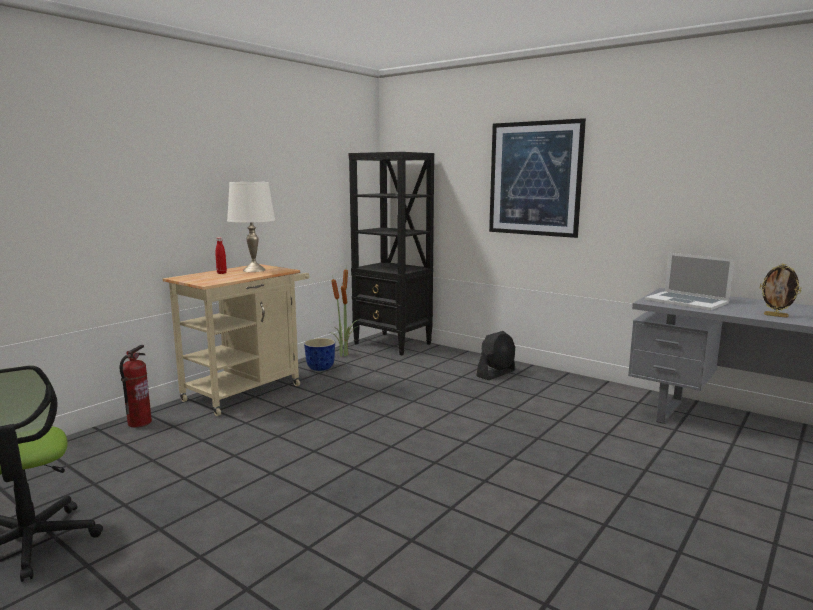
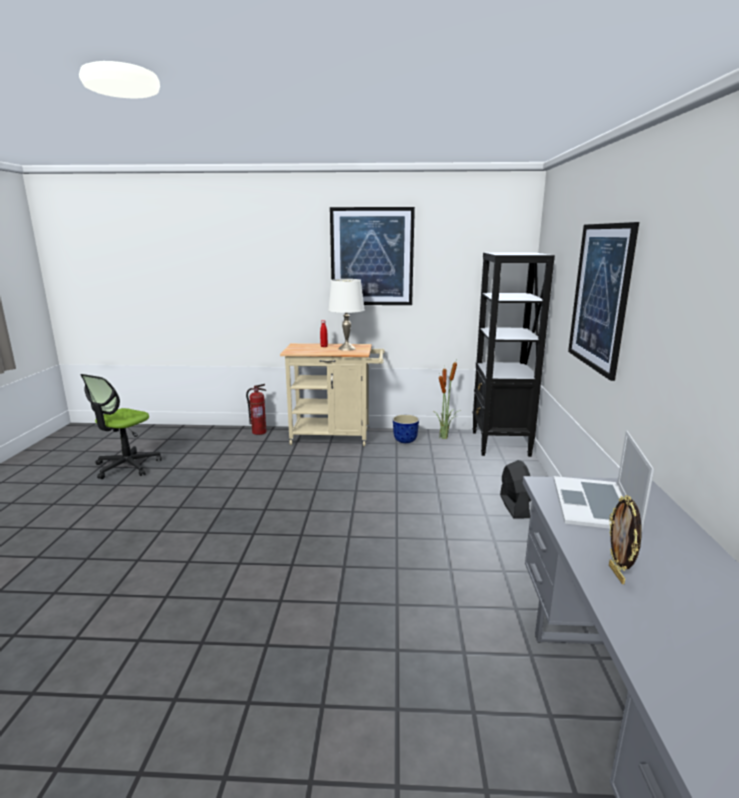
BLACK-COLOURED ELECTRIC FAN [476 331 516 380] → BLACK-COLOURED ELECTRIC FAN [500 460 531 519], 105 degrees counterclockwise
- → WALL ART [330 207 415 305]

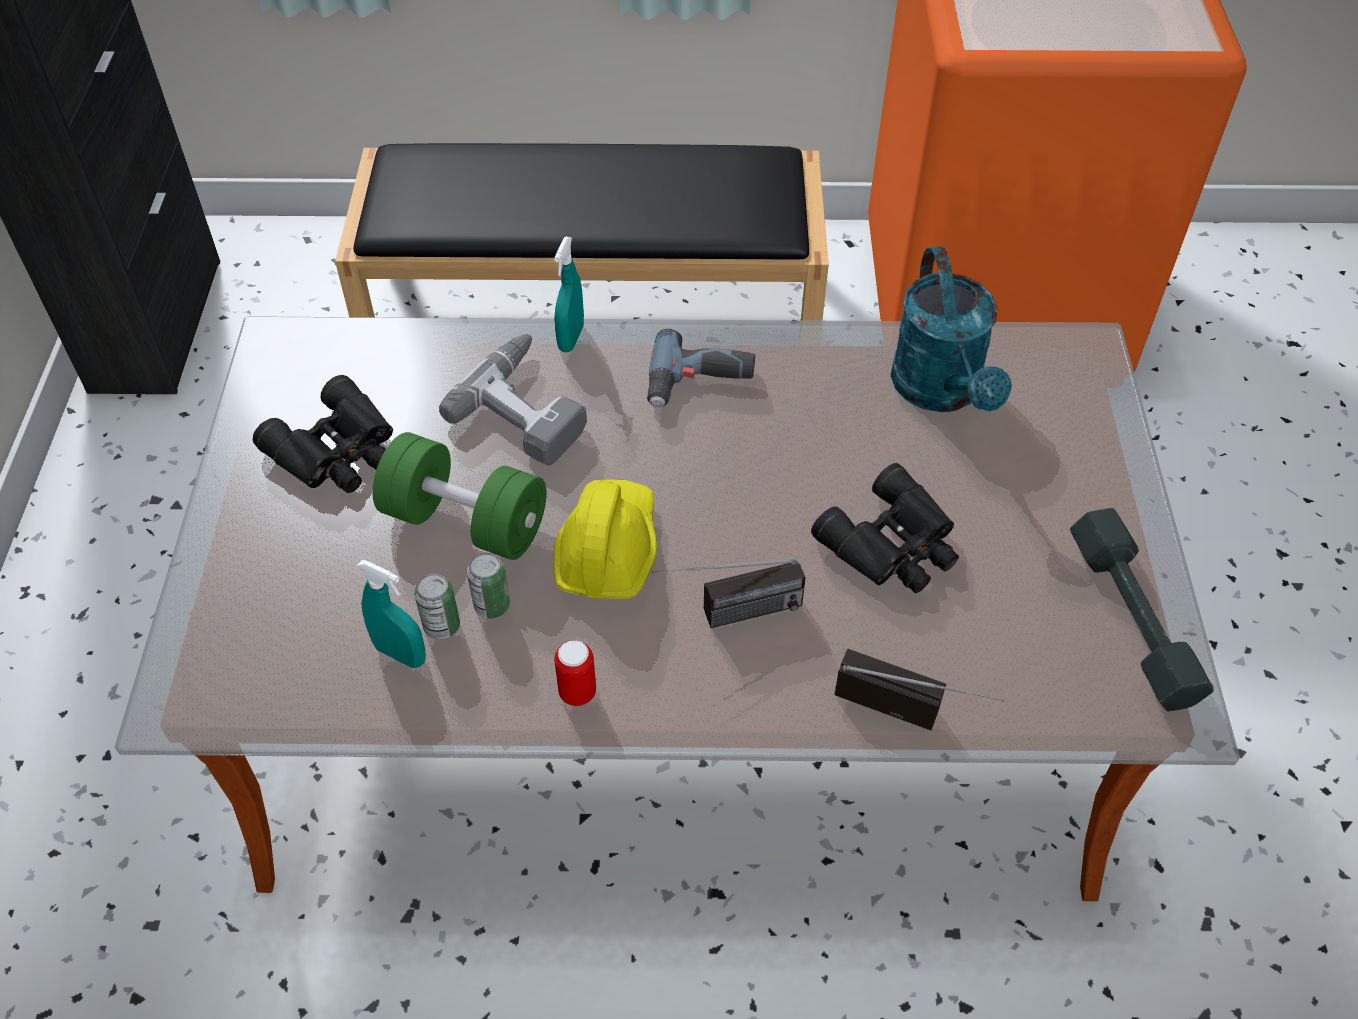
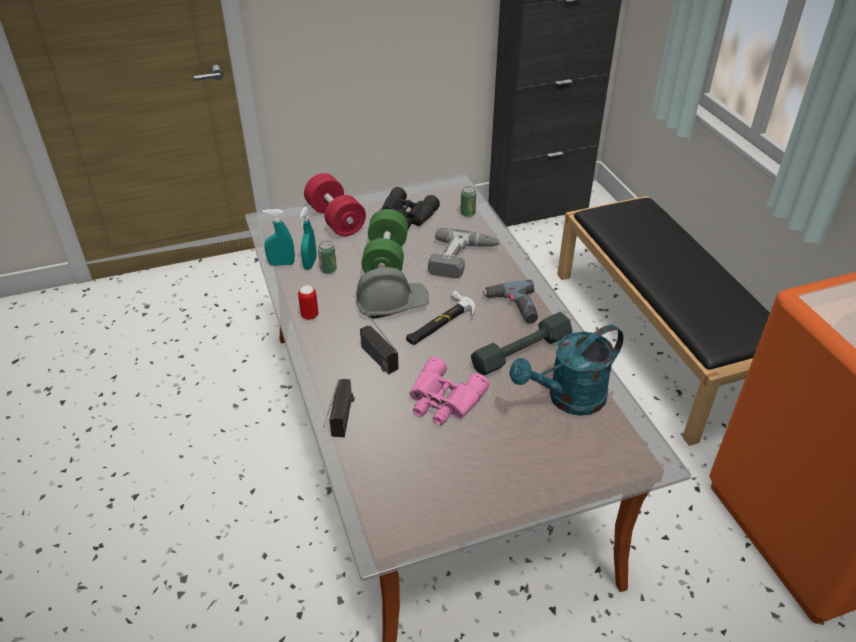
BLUE-GREEN SPRAY BOTTLE [554 237 584 352] → BLUE-GREEN SPRAY BOTTLE [262 209 295 266], relocated
BLACK-COLOURED BINOCULARS [811 463 959 593] → PINK BINOCULARS [409 357 489 426]
YELLOWISH HARD HAT [554 479 657 599] → GRAY HARD HAT [356 267 429 319]
GRAY FREE WEIGHT [1070 508 1214 711] → GRAY FREE WEIGHT [471 312 573 376], relocated
CAN [467 552 510 619] → CAN [460 186 476 217], relocated
- → RED-COLOURED FREE WEIGHT [304 173 366 236]
- → HAND HAMMER [406 291 475 345]

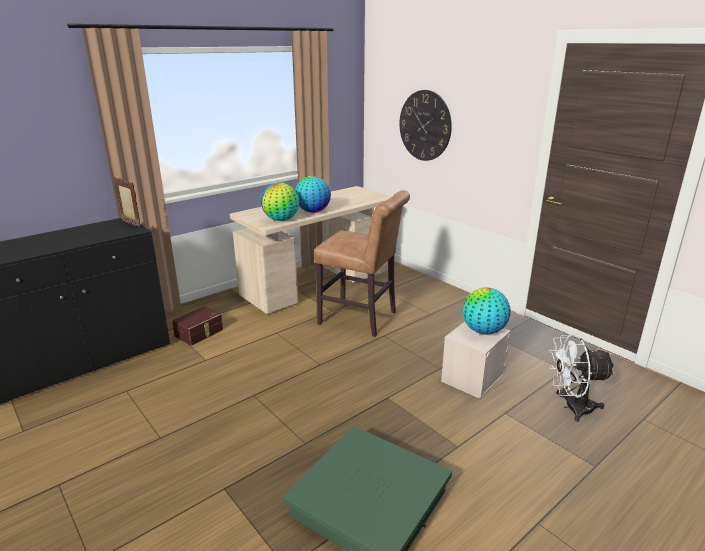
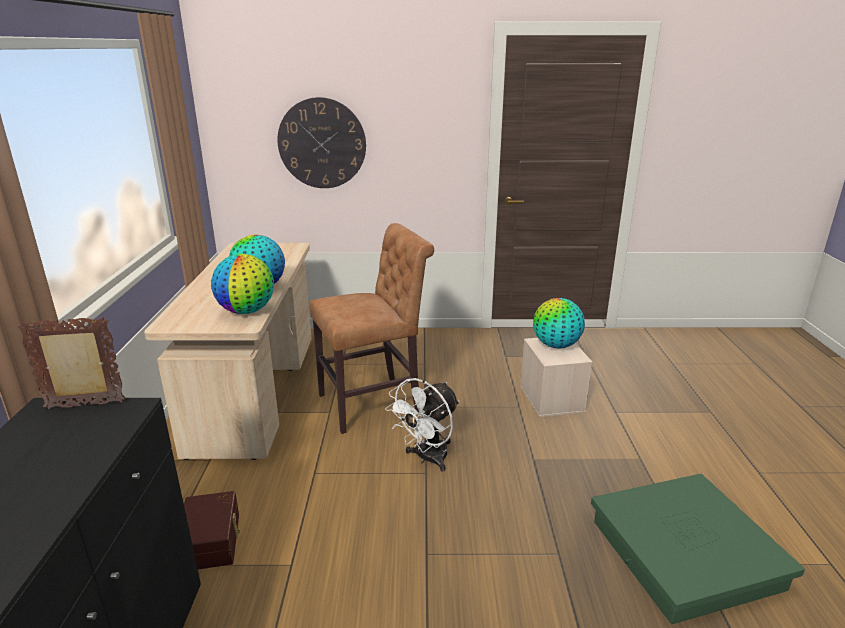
WHITE-COLOURED ELECTRIC FAN [549 334 615 422] → WHITE-COLOURED ELECTRIC FAN [385 378 459 471], relocated

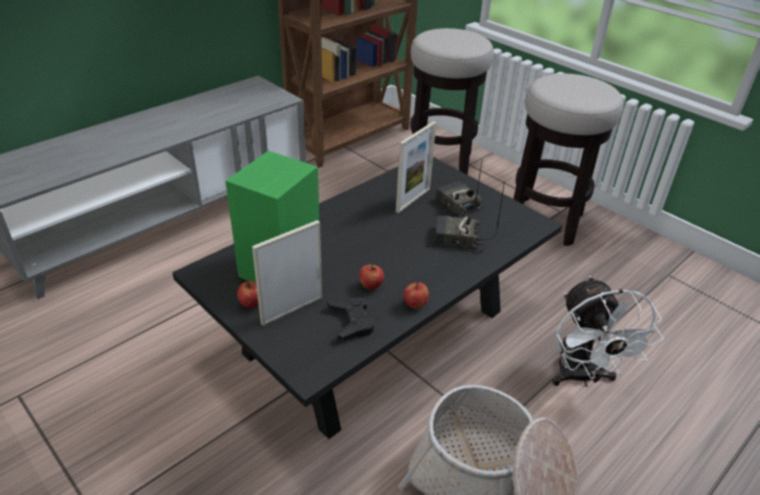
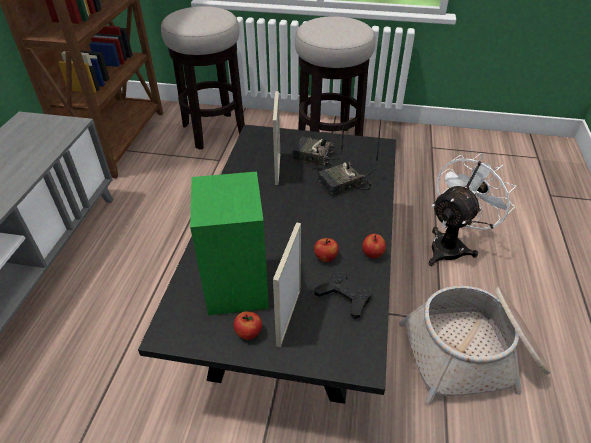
WHITE-COLOURED ELECTRIC FAN [552 276 664 387] → WHITE-COLOURED ELECTRIC FAN [428 153 517 266], 90 degrees counterclockwise

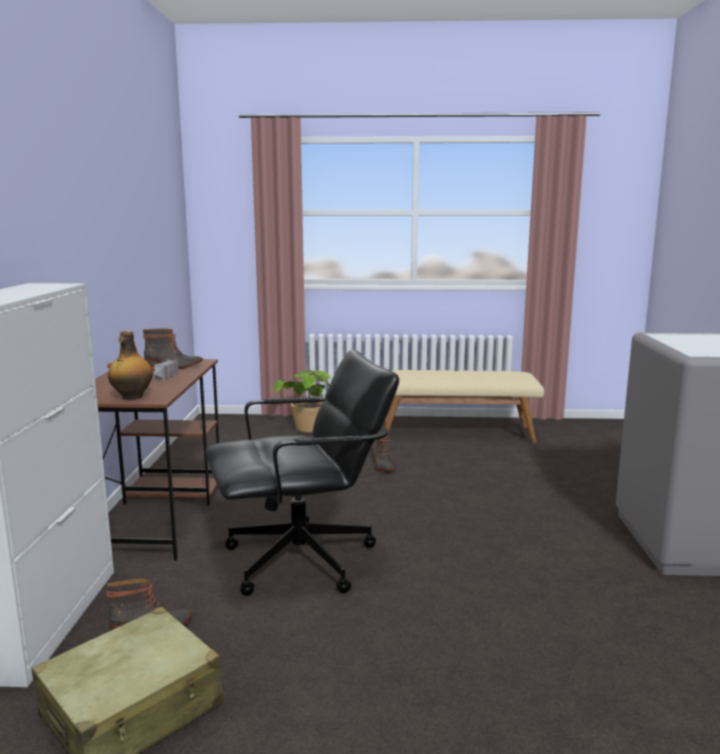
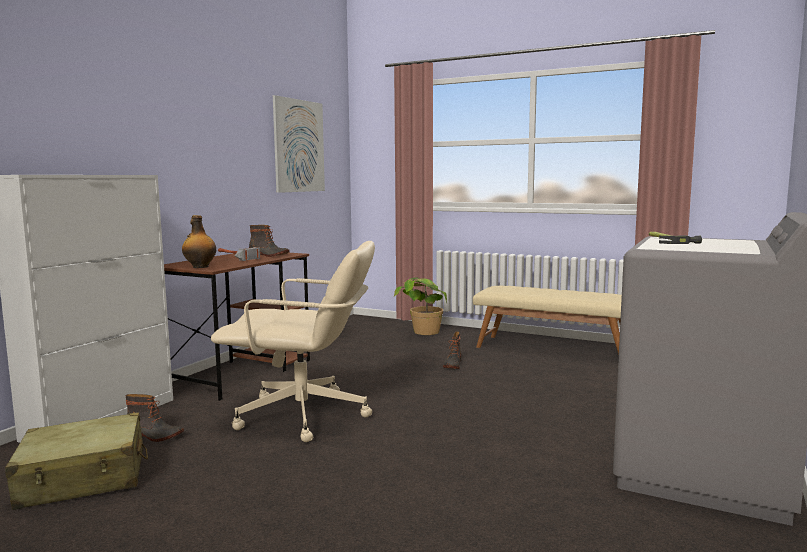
BLACK-COLOURED OFFICE CHAIR [205 349 399 596] → BEIGE OFFICE CHAIR [211 241 375 442]
- → WALL ART [273 95 325 193]
- → HAND HAMMER [649 232 702 244]

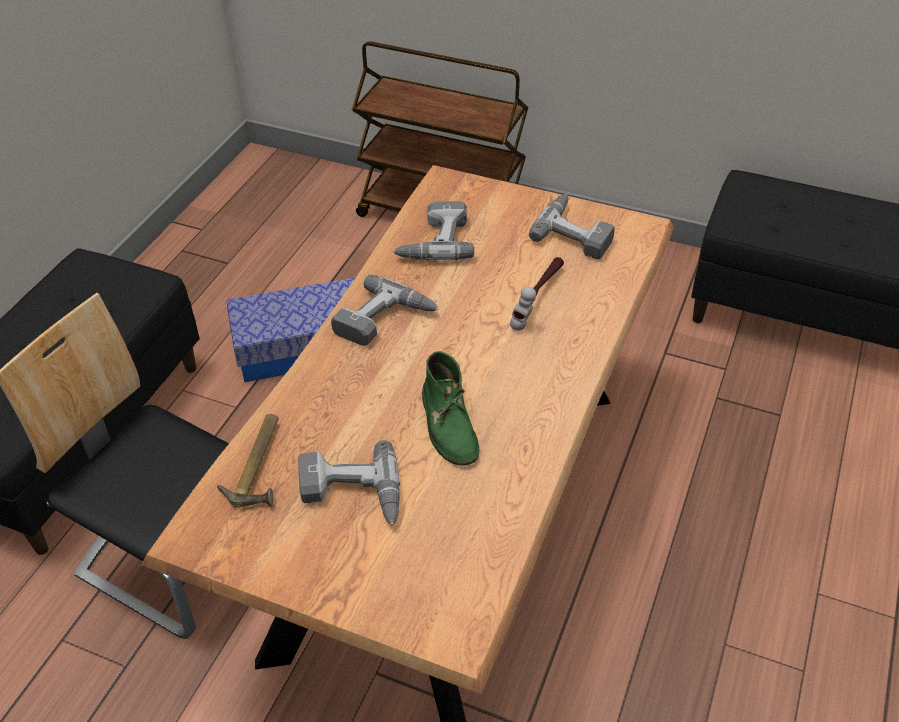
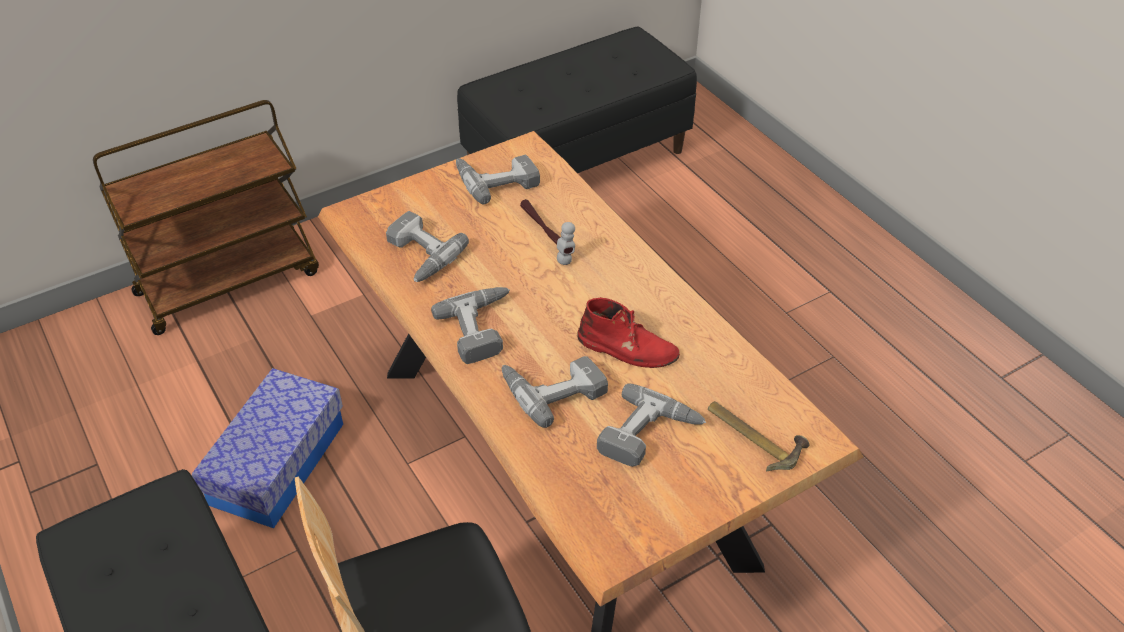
GREEN TALL BOOT [422 351 479 466] → RED-COLOURED TALL BOOT [577 297 680 368]
HAND HAMMER [217 414 279 508] → HAND HAMMER [708 401 809 471], relocated
- → DRILL [502 356 608 428]

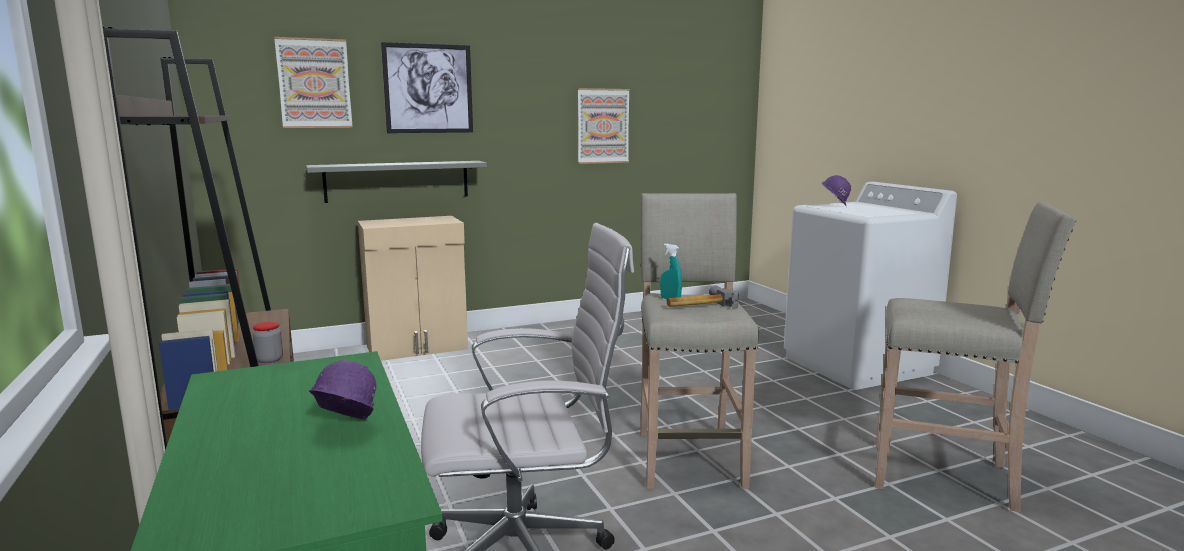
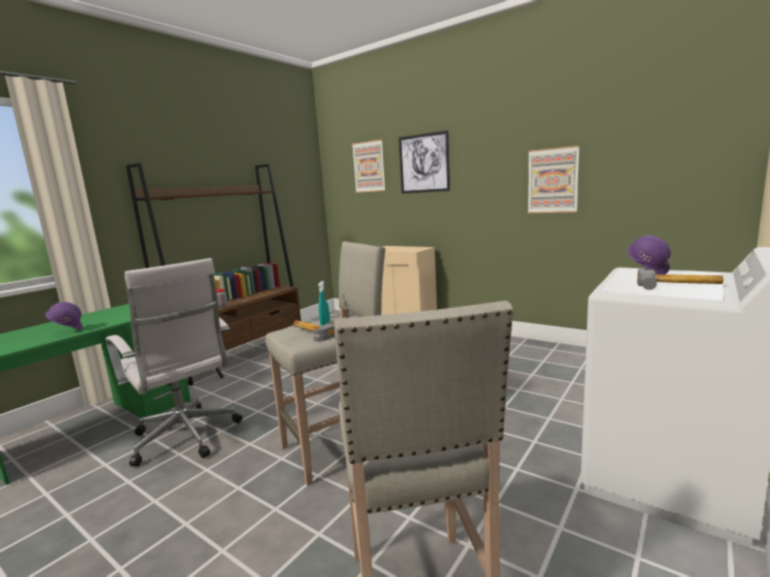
GRAY WALL SHELF [306 161 487 203] → -
- → HAND HAMMER [637 268 723 290]

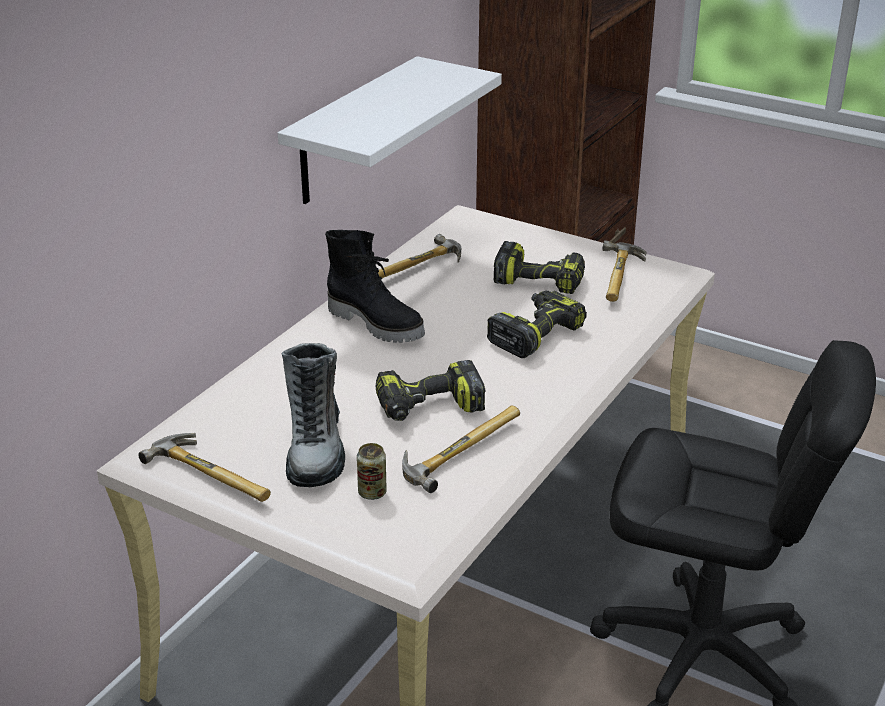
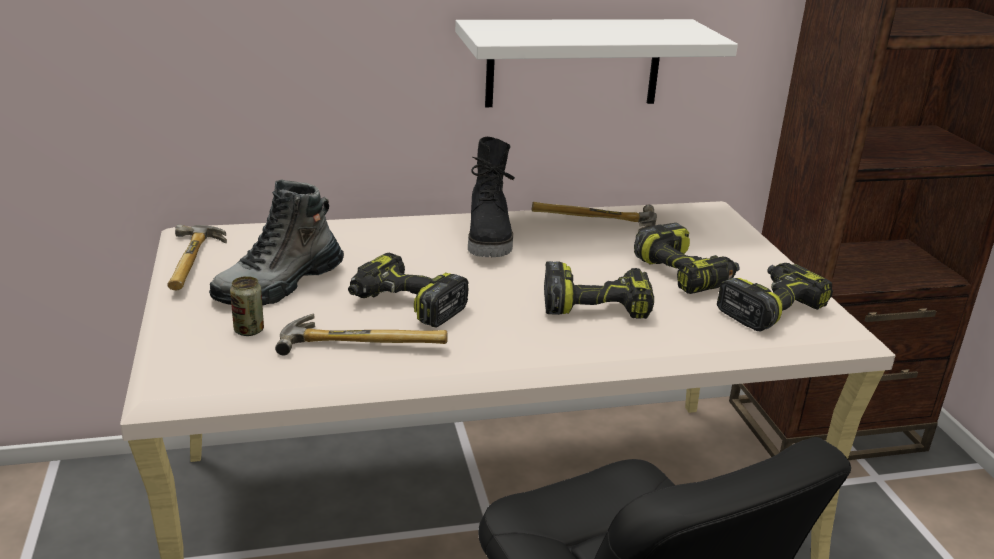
HAND HAMMER [602 240 646 302] → DRILL [717 263 833 332]

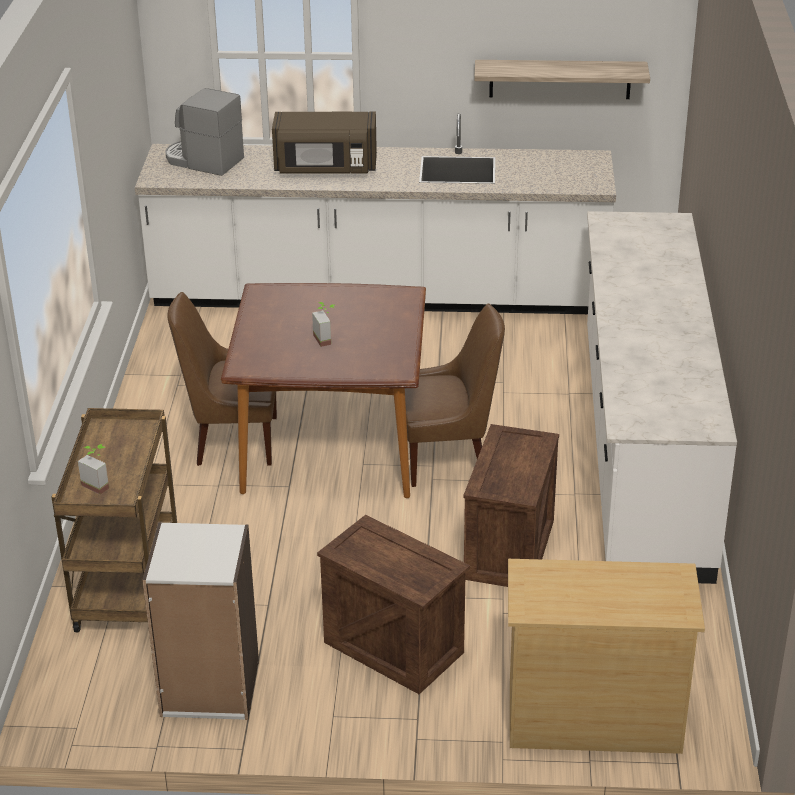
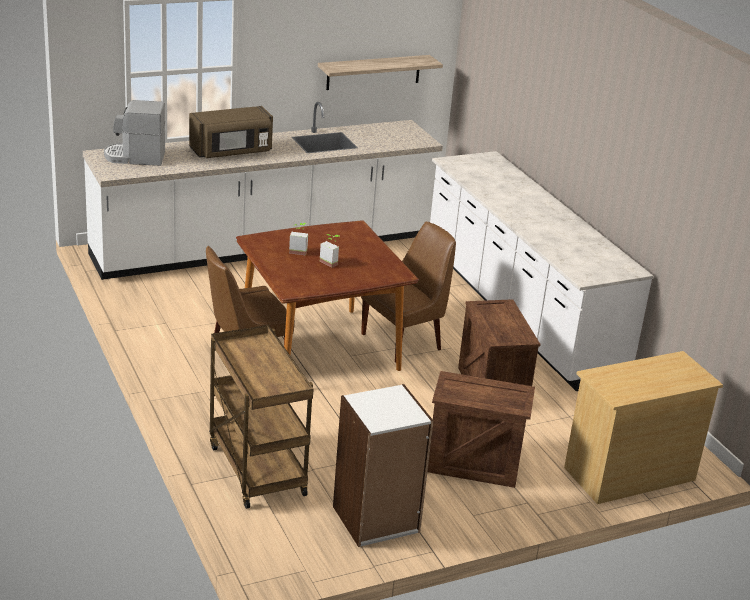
POTTED PLANT [78 444 109 494] → POTTED PLANT [289 223 308 256], relocated

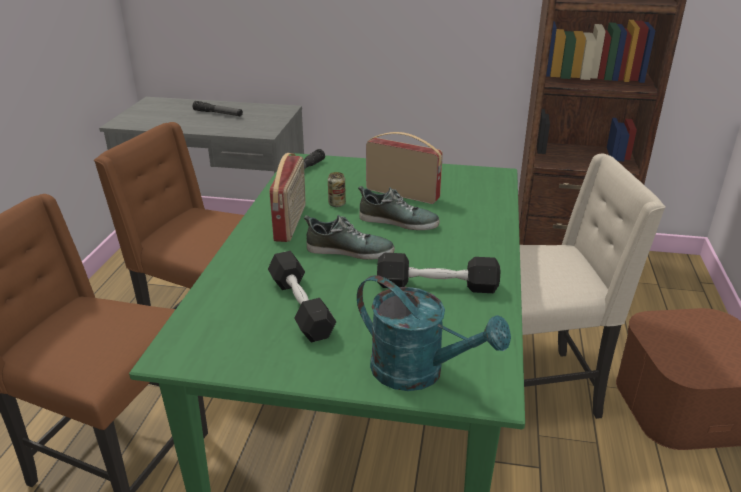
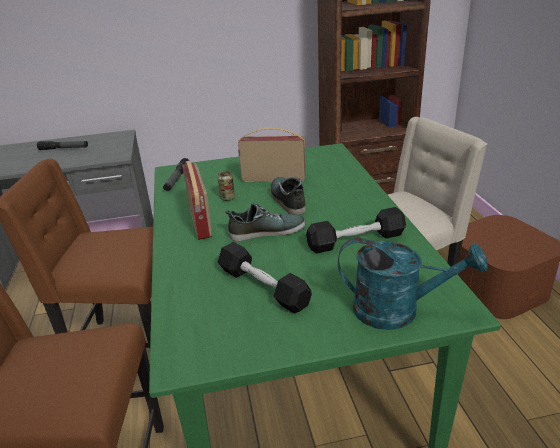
LOW SHOE [358 186 440 230] → LOW SHOE [270 177 306 215], 105 degrees counterclockwise

